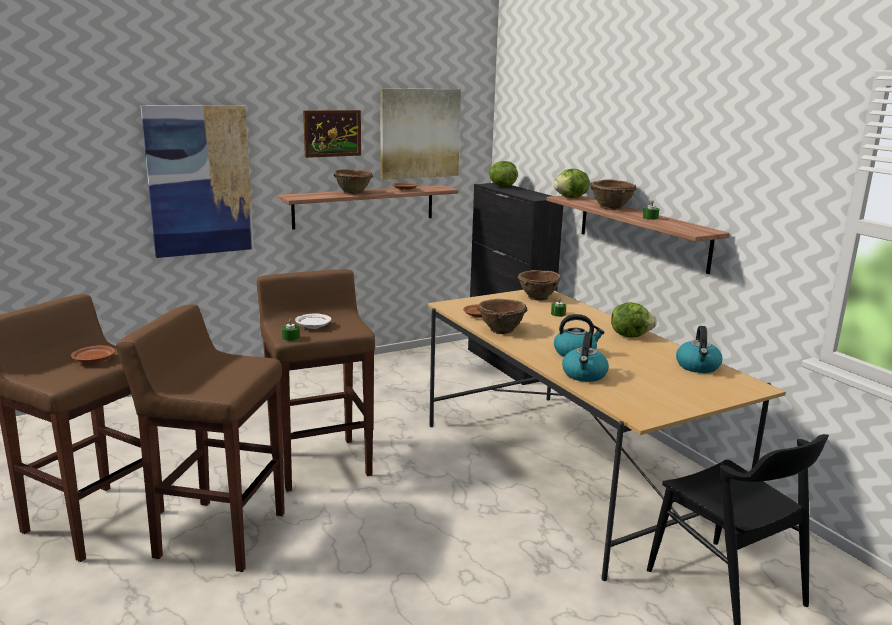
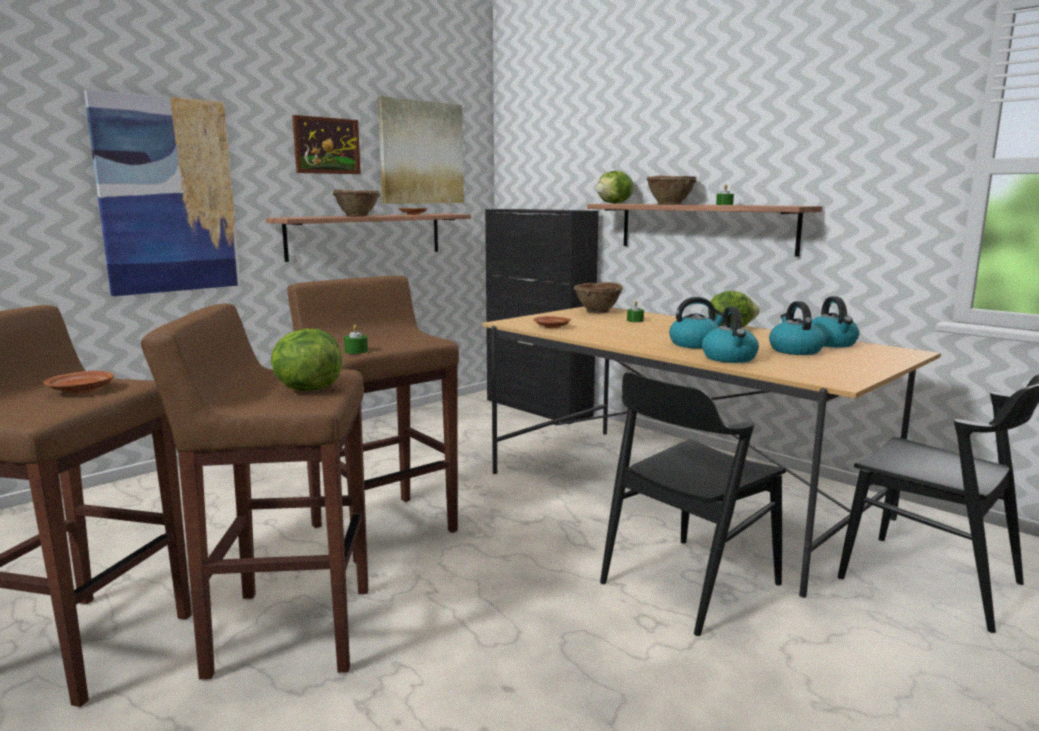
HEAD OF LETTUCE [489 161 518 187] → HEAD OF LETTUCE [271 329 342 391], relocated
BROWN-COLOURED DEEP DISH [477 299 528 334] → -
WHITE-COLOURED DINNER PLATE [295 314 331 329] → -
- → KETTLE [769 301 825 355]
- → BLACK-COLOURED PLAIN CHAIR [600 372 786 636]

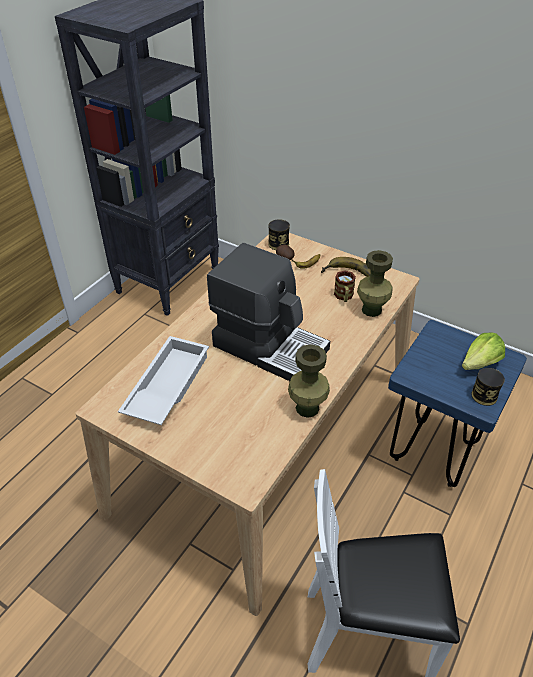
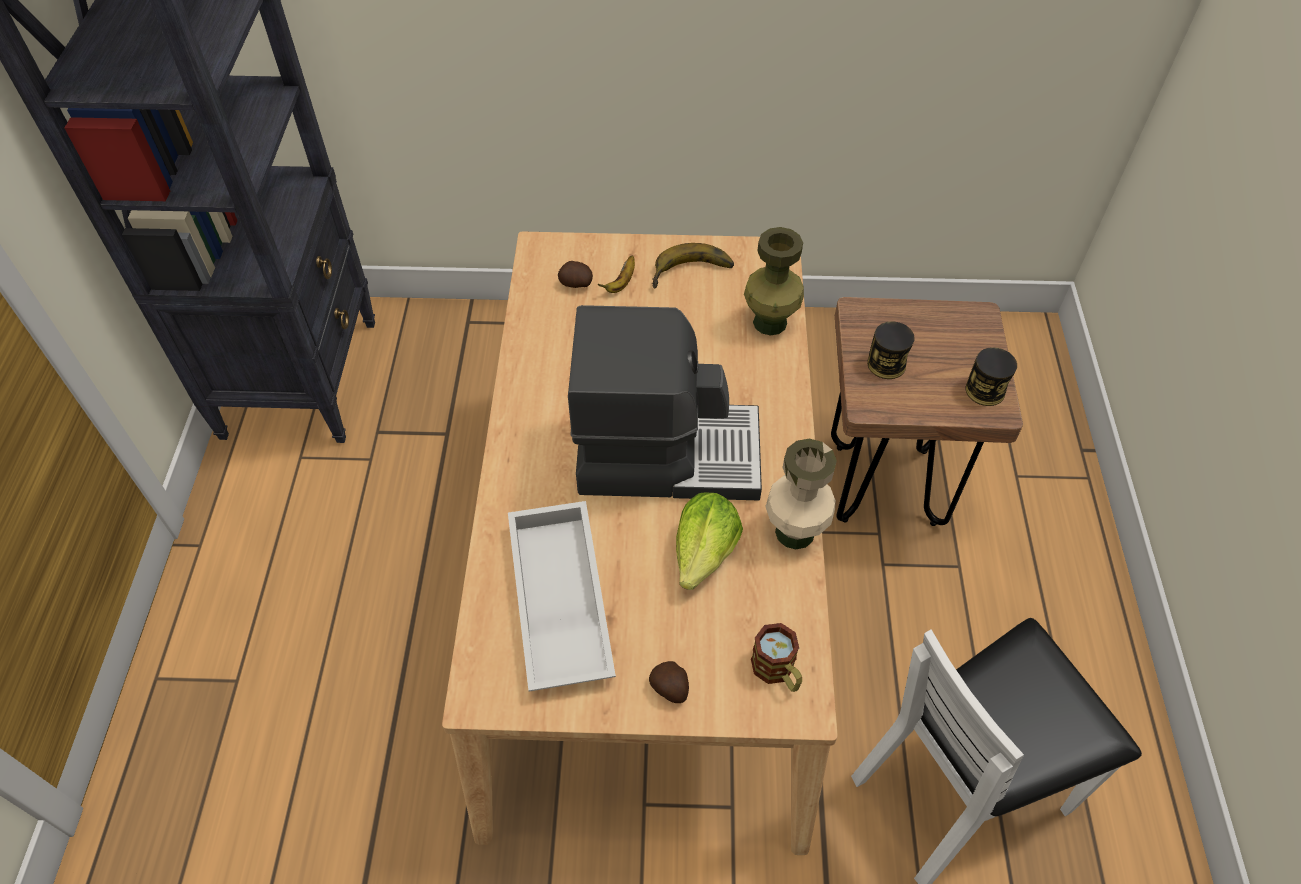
CAN [269 219 290 250] → CAN [867 321 915 379], relocated
TEA MUG [334 270 356 302] → TEA MUG [751 623 802 692], relocated
BLUISH STOOL SEAT [388 320 527 487] → BROWN-COLOURED STOOL SEAT [831 297 1023 526]
HEAD OF LETTUCE [462 332 505 370] → HEAD OF LETTUCE [676 492 743 590], relocated
GREEN DECORATIVE VASE [288 344 330 418] → BEIGE DECORATIVE VASE [765 439 837 549]
- → POTATO [649 661 689 703]

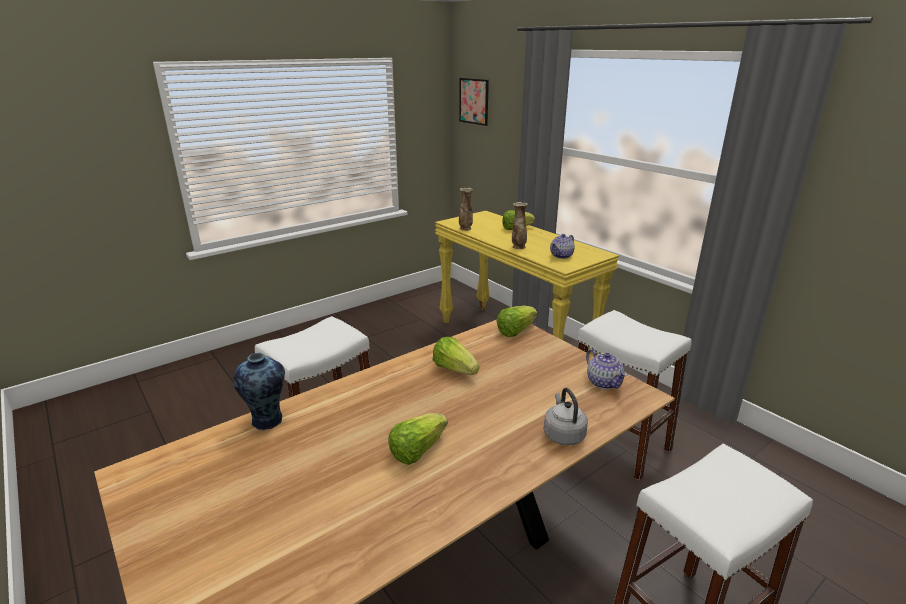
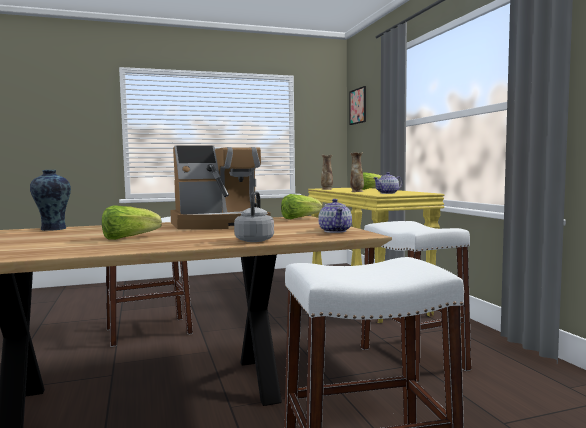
HEAD OF LETTUCE [433 337 479 375] → COFFEE MAKER [170 145 271 229]

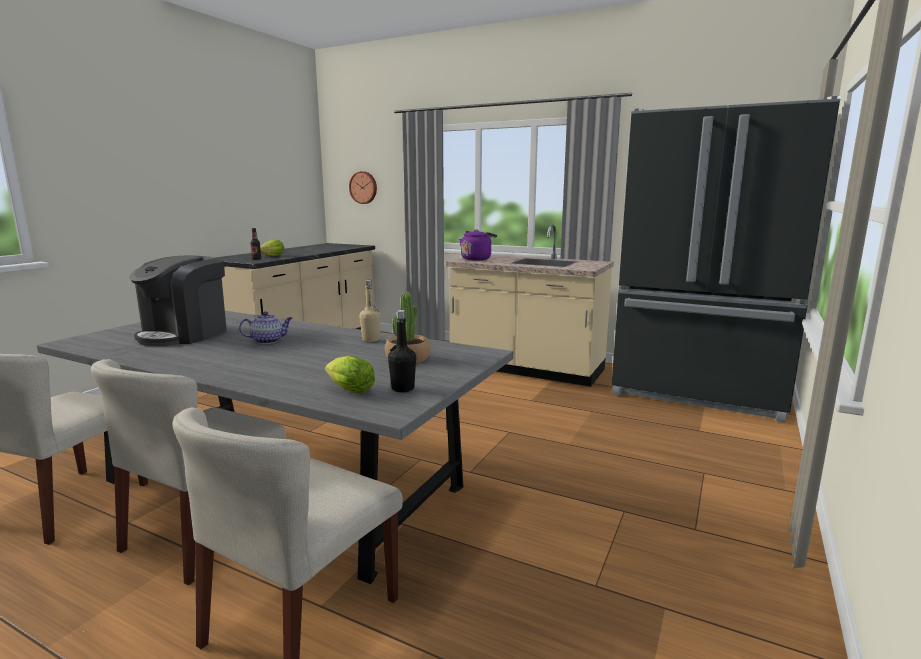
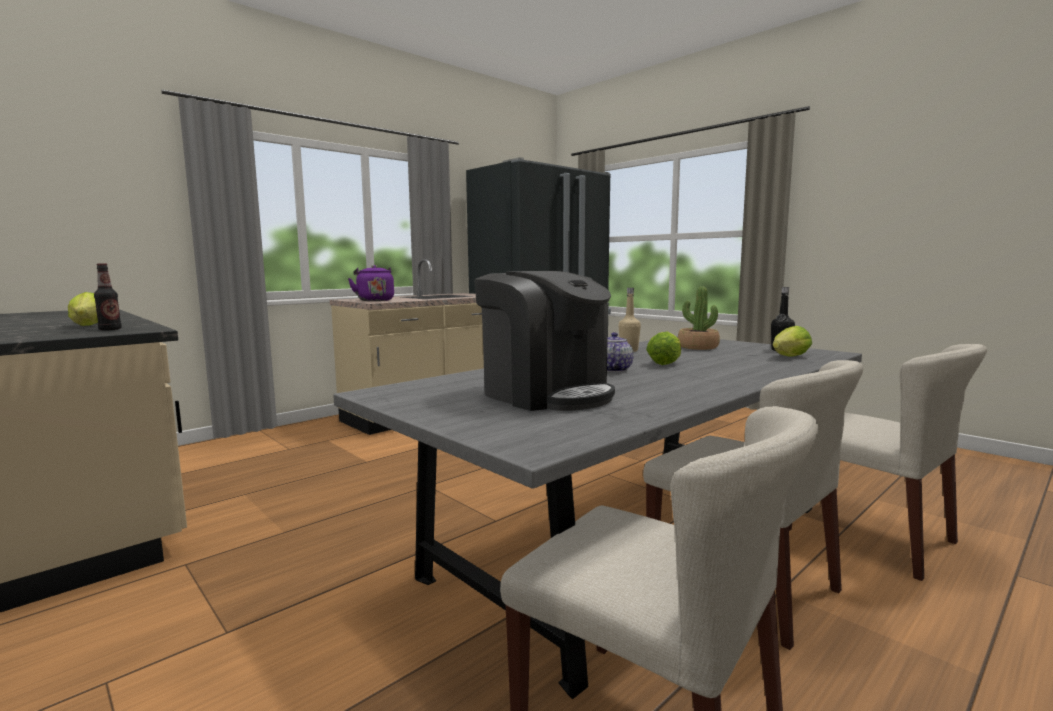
CLOCK ON THE WALL [349 171 377 204] → -
- → HEAD OF LETTUCE [646 331 681 365]

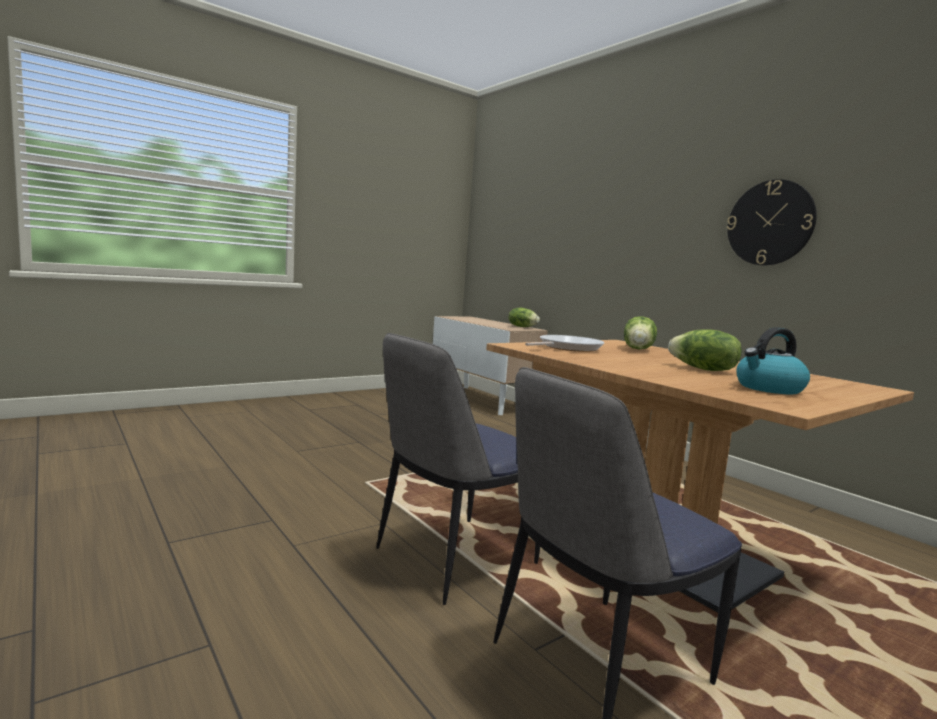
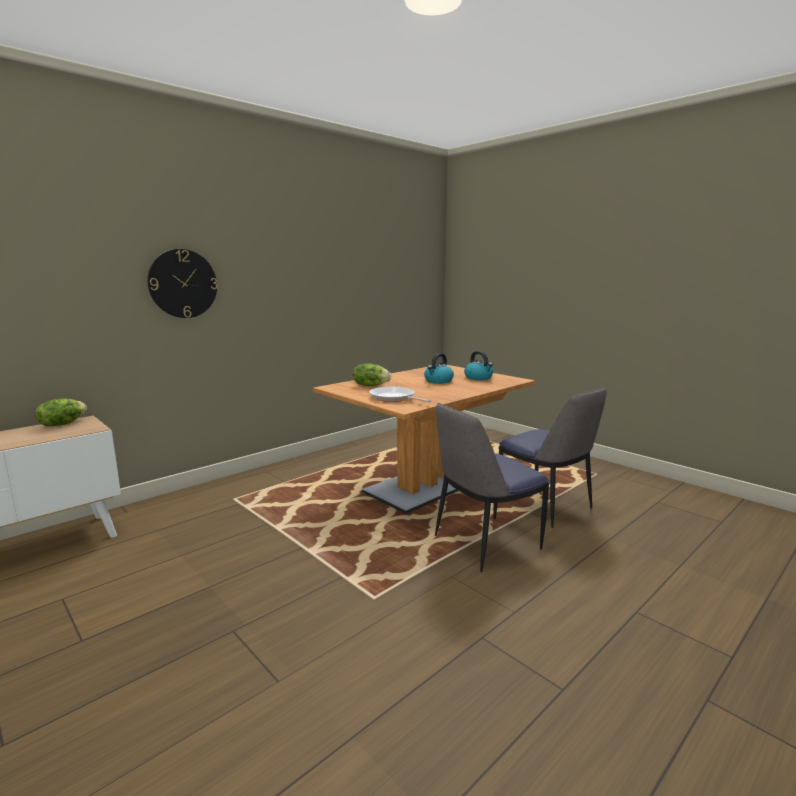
CLOCK ON THE WALL [727 179 817 265] → CLOCK ON THE WALL [148 249 218 318], relocated
HEAD OF LETTUCE [668 330 742 371] → KETTLE [424 353 454 384]
PLAIN CHAIR [377 333 540 605] → PLAIN CHAIR [435 403 549 572], 105 degrees clockwise

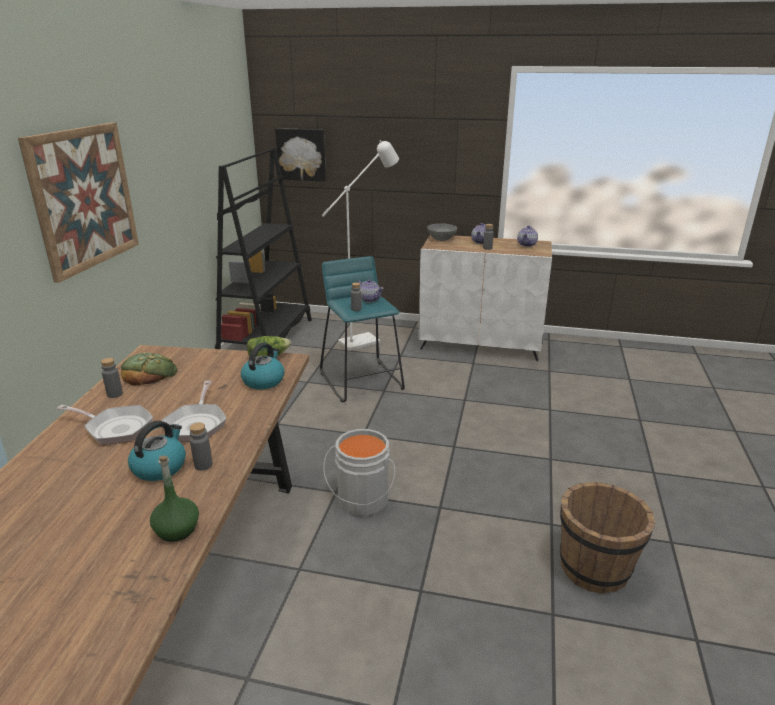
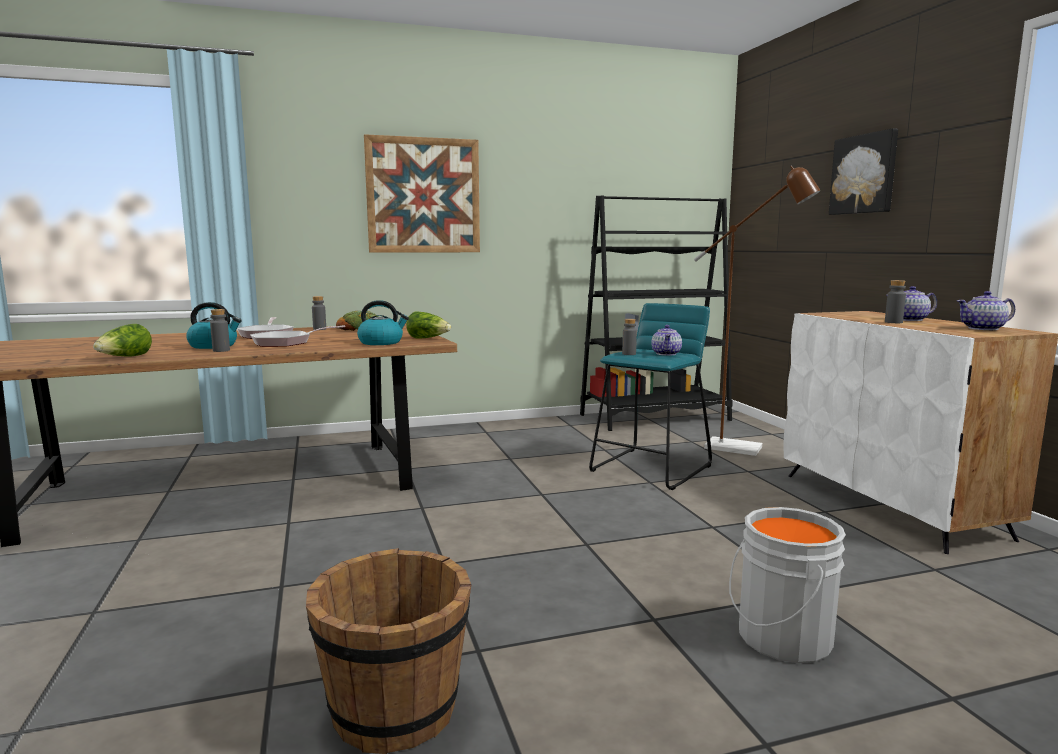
WALL ART [275 128 326 182] → WALL ART [829 128 898 215], relocated
WHITE-COLOURED STANDING LAMP [322 140 399 351] → BROWN-COLOURED STANDING LAMP [694 166 821 456]
GRAY DEEP DISH [427 223 457 241] → -
GRAY BUCKET [323 429 395 516] → GRAY BUCKET [729 507 846 663], relocated
GREEN BOTTLE [150 456 199 542] → HEAD OF LETTUCE [93 324 152 357]

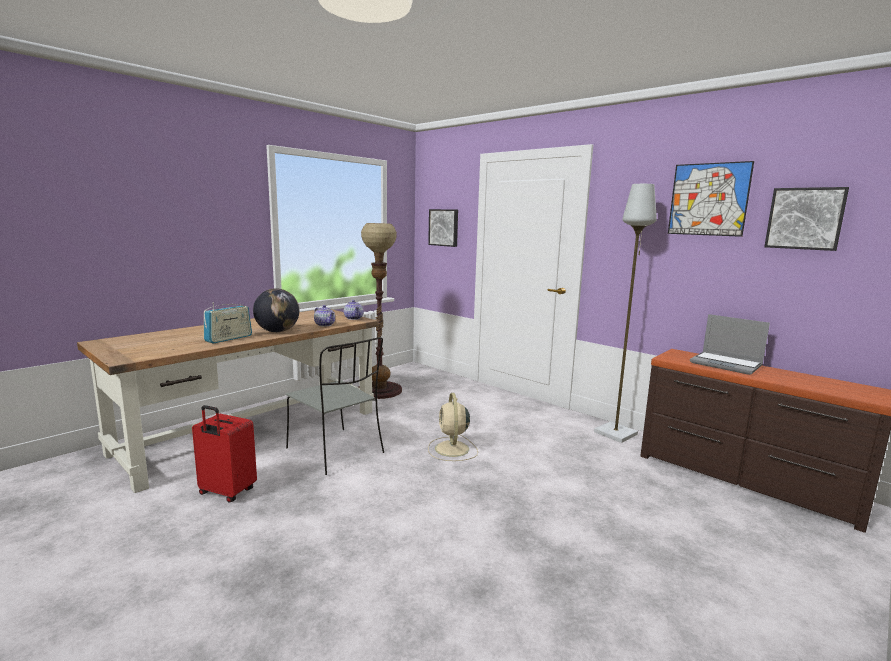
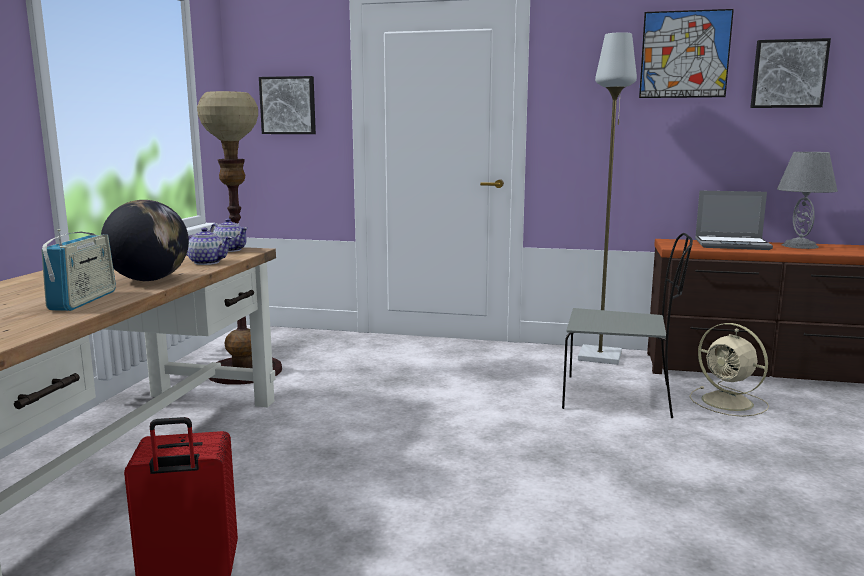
GRAY PLAIN CHAIR [286 337 384 475] → GRAY PLAIN CHAIR [562 233 693 418], relocated
BEIGE ELECTRIC FAN [428 393 478 461] → BEIGE ELECTRIC FAN [689 323 769 417], relocated
- → GRAY LAMP FOR A TABLE [777 152 838 249]

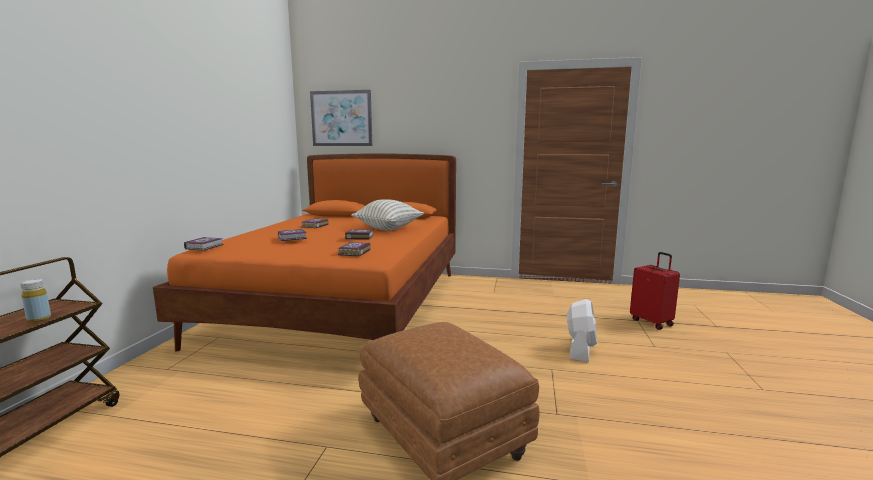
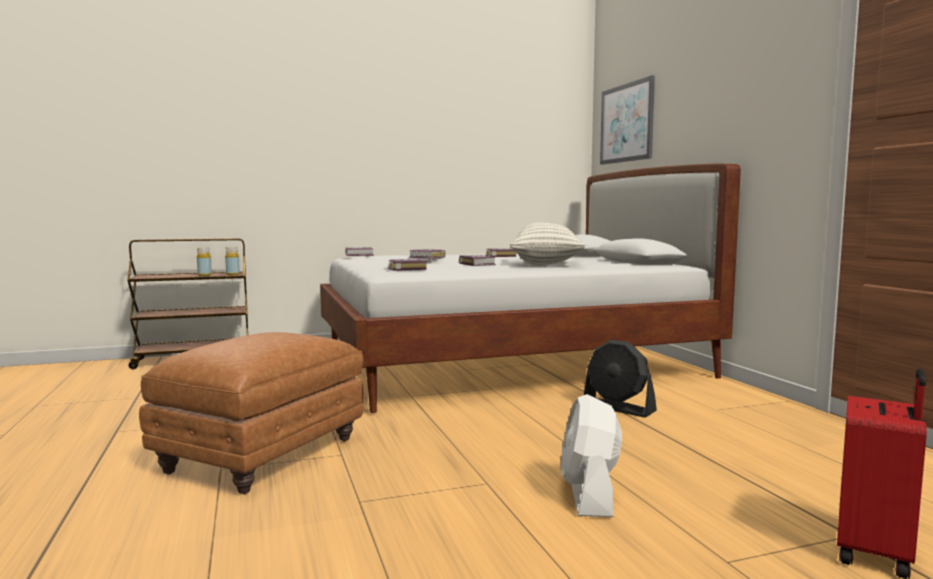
ORANGE BEDROOM BED [153 153 456 351] → WHITE-COLOURED BEDROOM BED [320 163 741 413]
WHITE-COLOURED ELECTRIC FAN [567 299 597 362] → WHITE-COLOURED ELECTRIC FAN [561 394 622 517], 105 degrees clockwise
- → YELLOWISH BOTTLE [225 247 240 275]
- → BLACK-COLOURED ELECTRIC FAN [584 340 657 417]

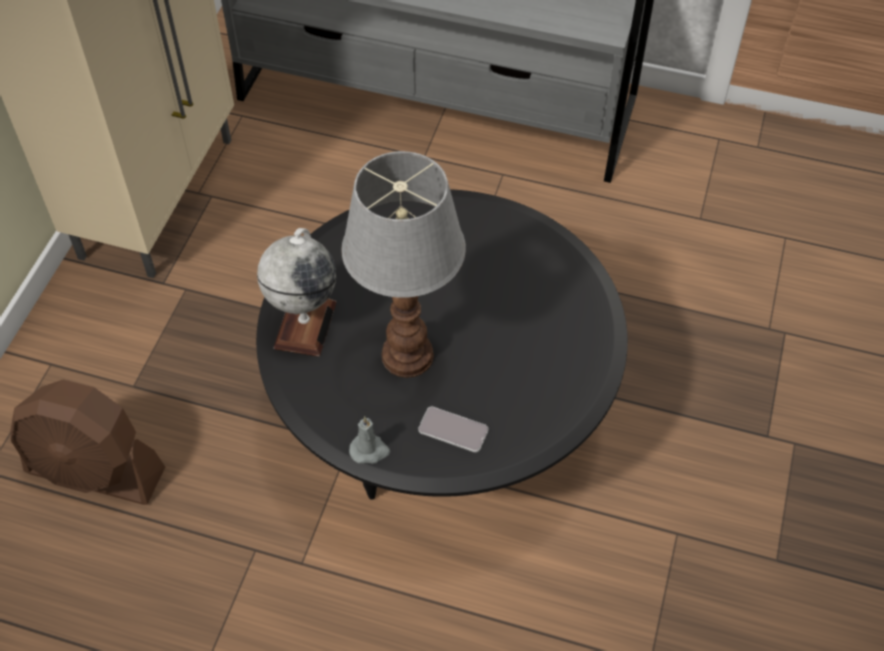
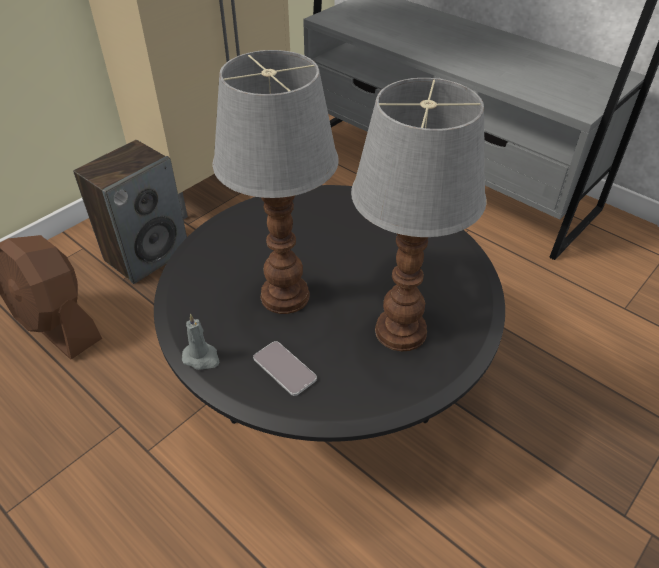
WORLD GLOBE [257 228 336 357] → -
- → LAMP FOR A TABLE [351 78 487 351]
- → SPEAKER [73 140 187 284]

